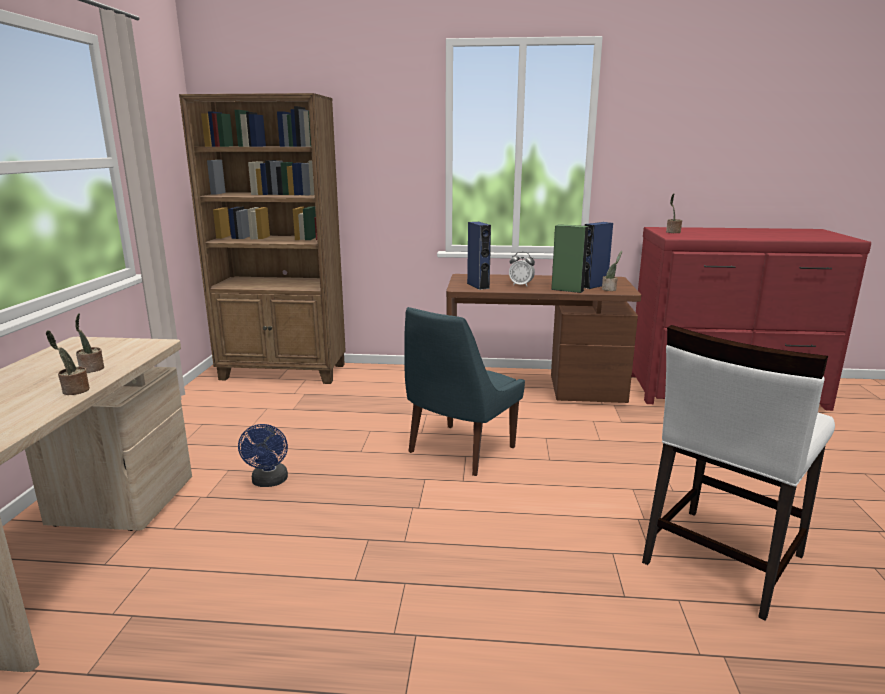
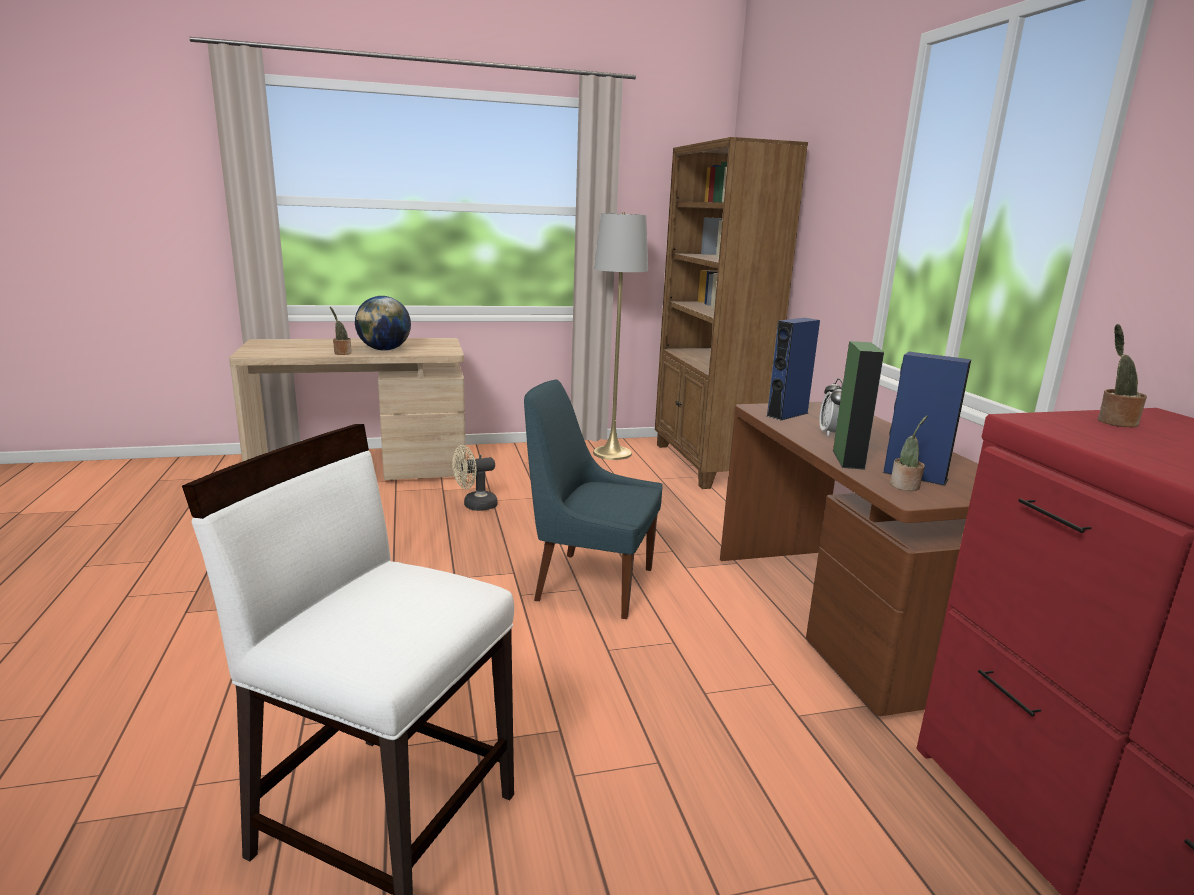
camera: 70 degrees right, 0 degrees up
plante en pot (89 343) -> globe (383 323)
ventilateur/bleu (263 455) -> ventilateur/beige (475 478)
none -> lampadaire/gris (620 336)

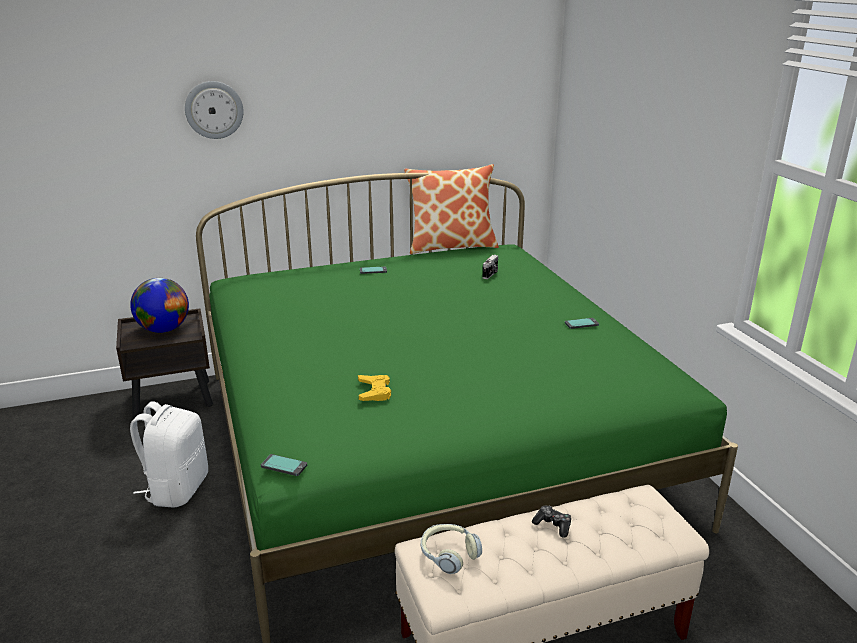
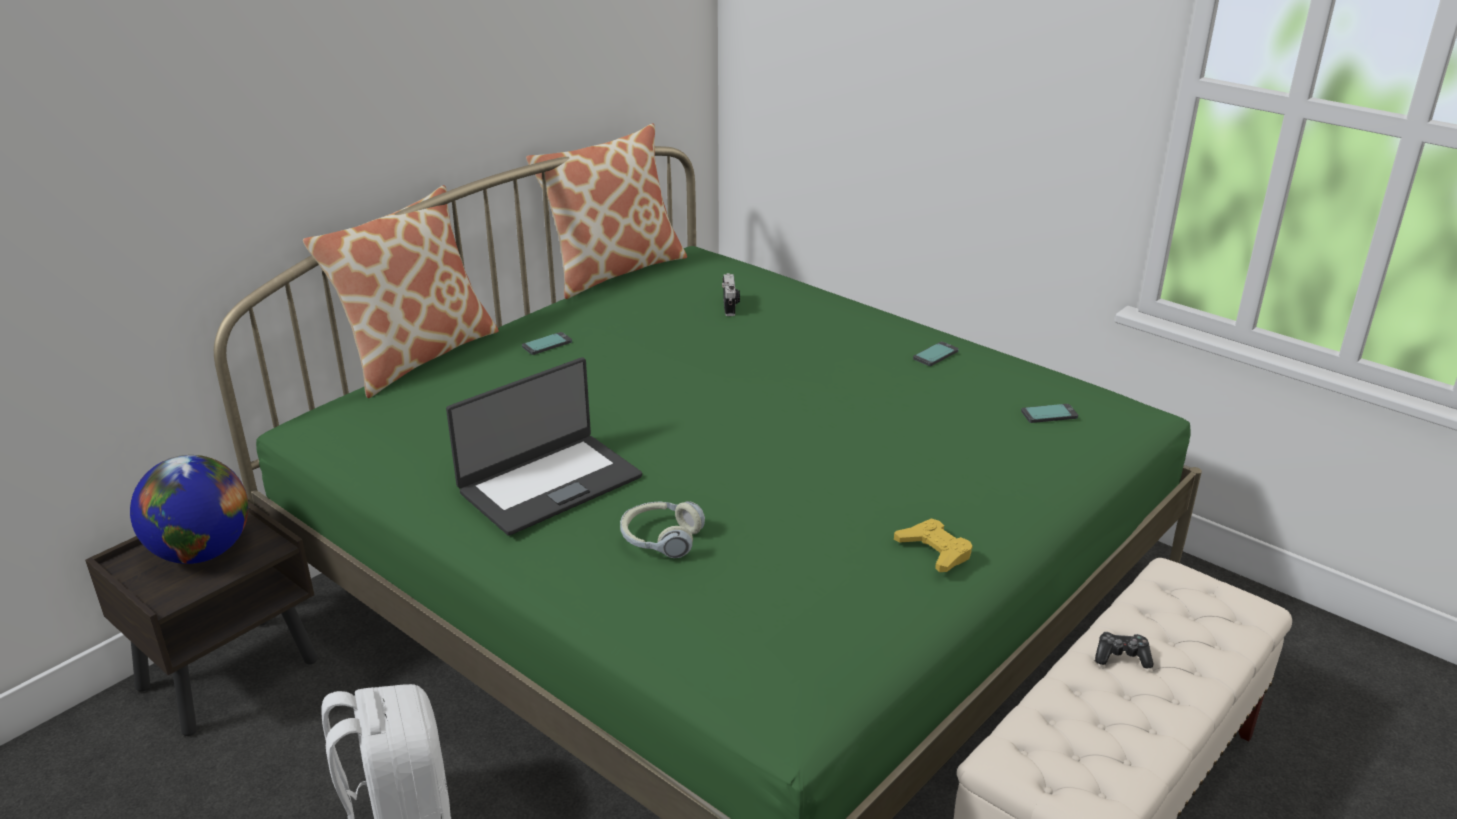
camera: 30 degrees left, 5 degrees up
none -> coussin (401 291)
none -> ordinateur portable (544 447)
casque audio (451 549) -> casque audio (662 529), move
manette/jaune (374 388) -> manette/jaune (933 545), move
téléphone (284 465) -> téléphone (1049 413), move
horloge murale (214 110) -> none

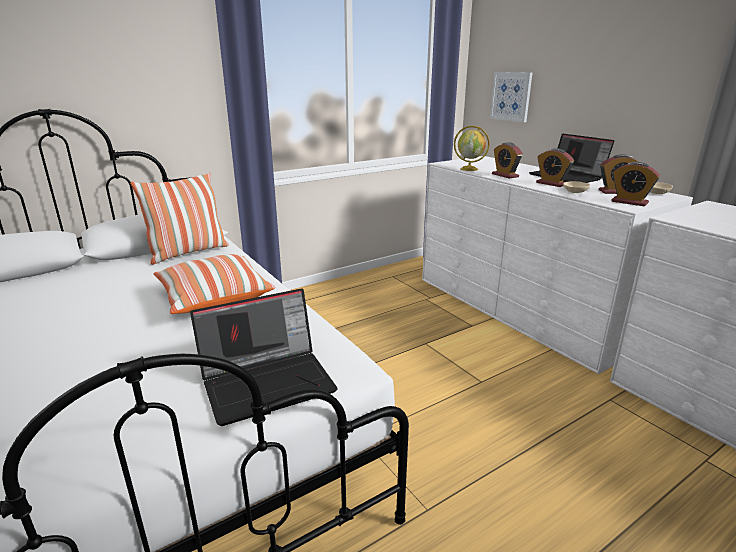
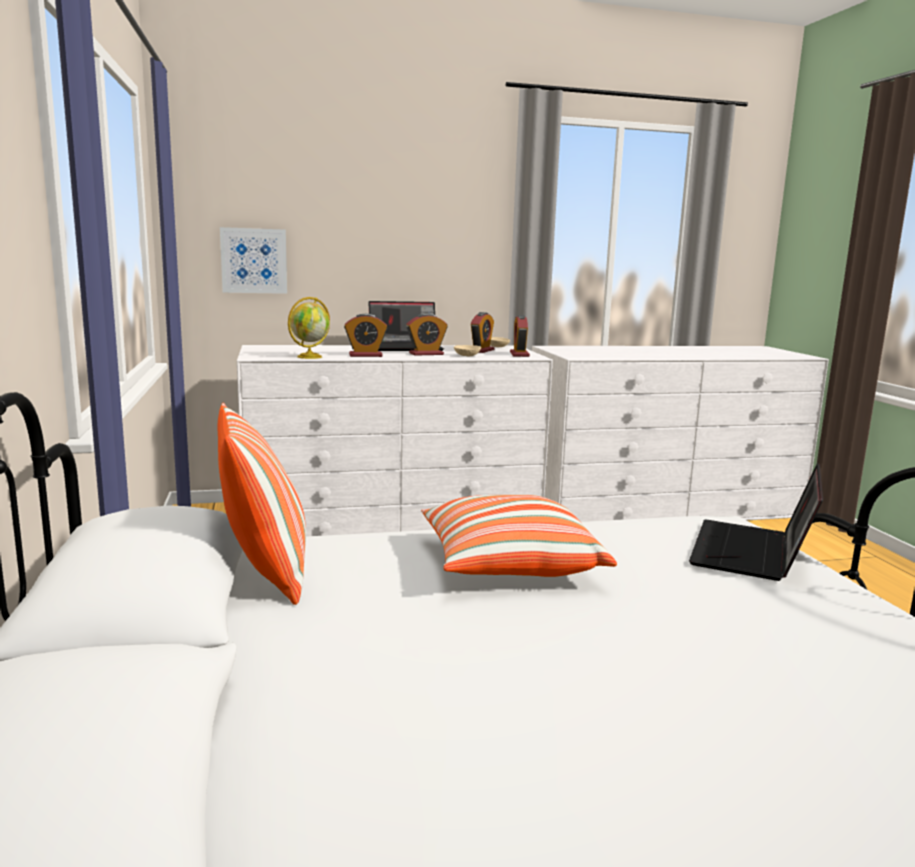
camera: 70 degrees left, 10 degrees down
réveil (635 184) -> réveil (520 336), 120 degrees clockwise
ordinateur portable (264 357) -> ordinateur portable (756 522), 150 degrees counterclockwise

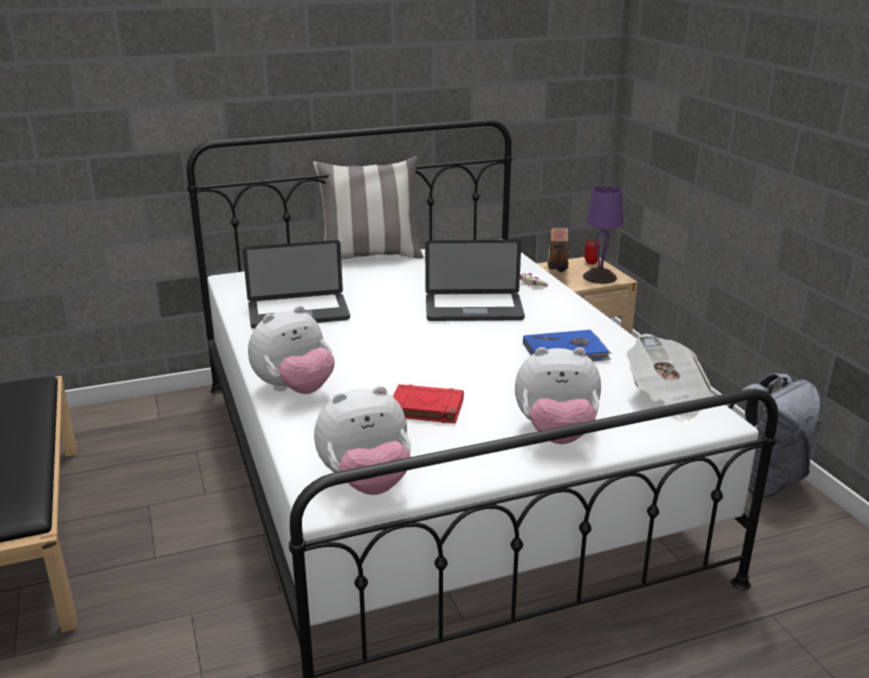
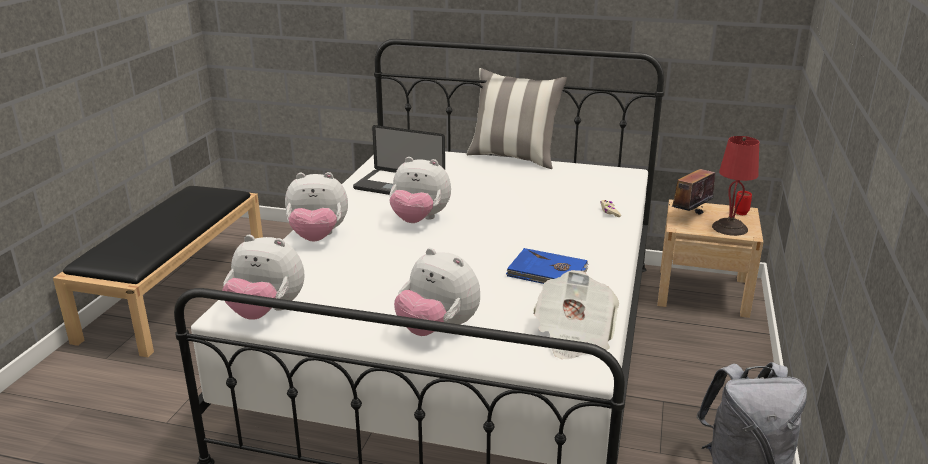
camera: 35 degrees right, 0 degrees up
none -> peluche (420 190)
lampe de table/violet (603 235) -> lampe de table/rouge (735 186)
livre/rouge (428 404) -> none
ordinateur portable (475 280) -> none

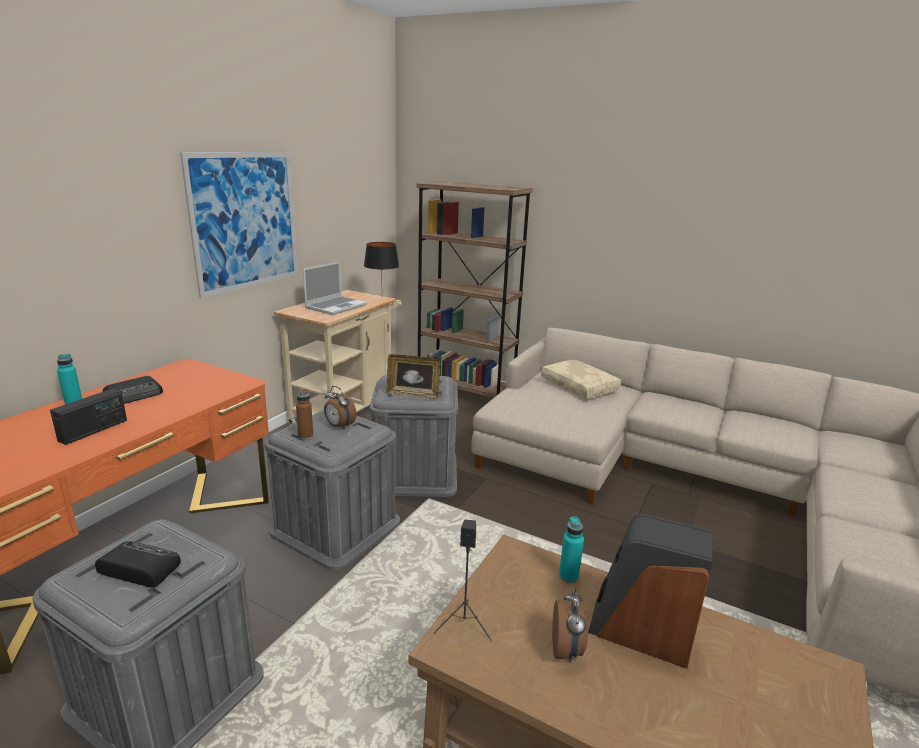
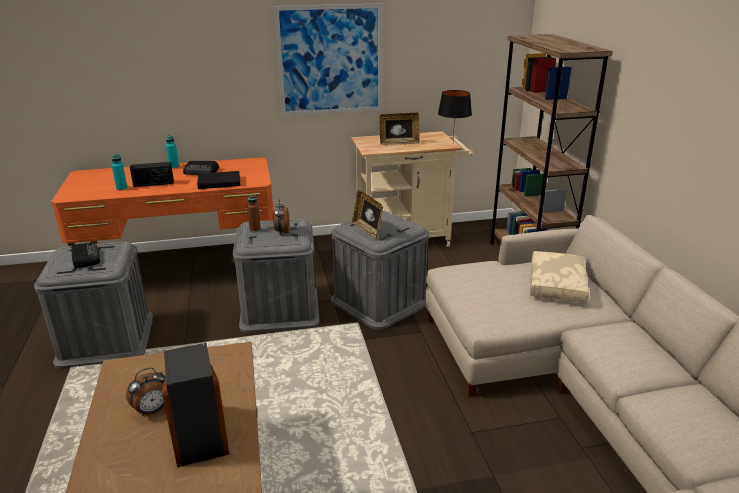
camera: 50 degrees right, 5 degrees up
bouteille/turquoise (571 549) -> bouteille/turquoise (119 172), move
none -> livre/noir (219 180)
ordinateur portable (335 288) -> cadre photo (400 129)
enceinte/noir (463 580) -> none

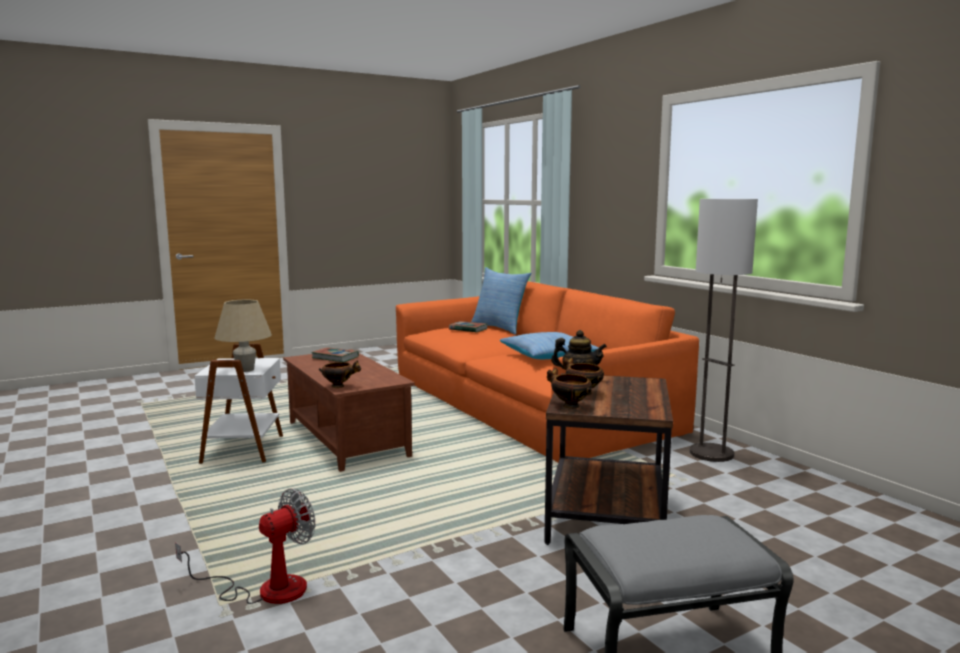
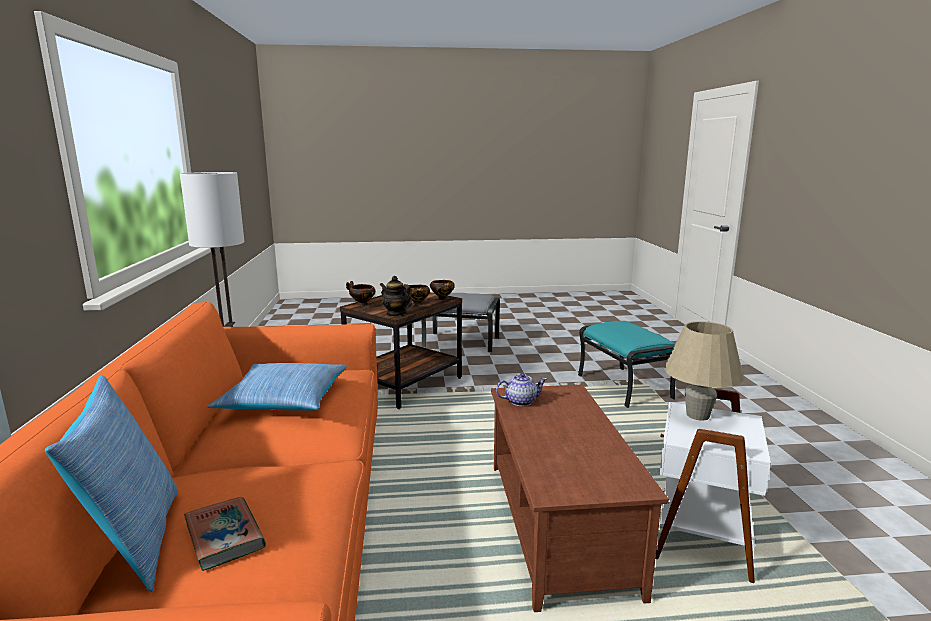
camera: 155 degrees left, 5 degrees up
bol (340 374) -> bol (360 293), move
none -> théière (521 389)
ventilateur (245 546) -> pouf/turquoise (626 364)
livre (335 354) -> none

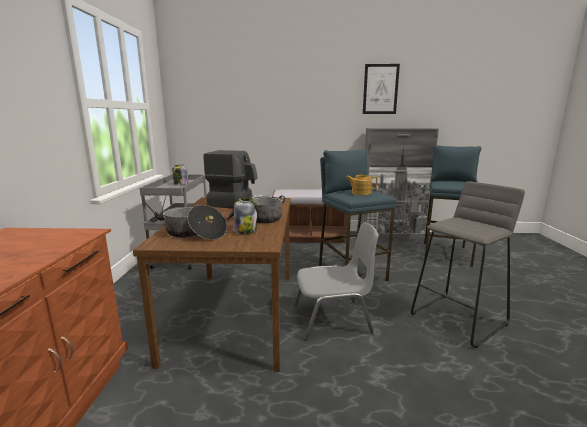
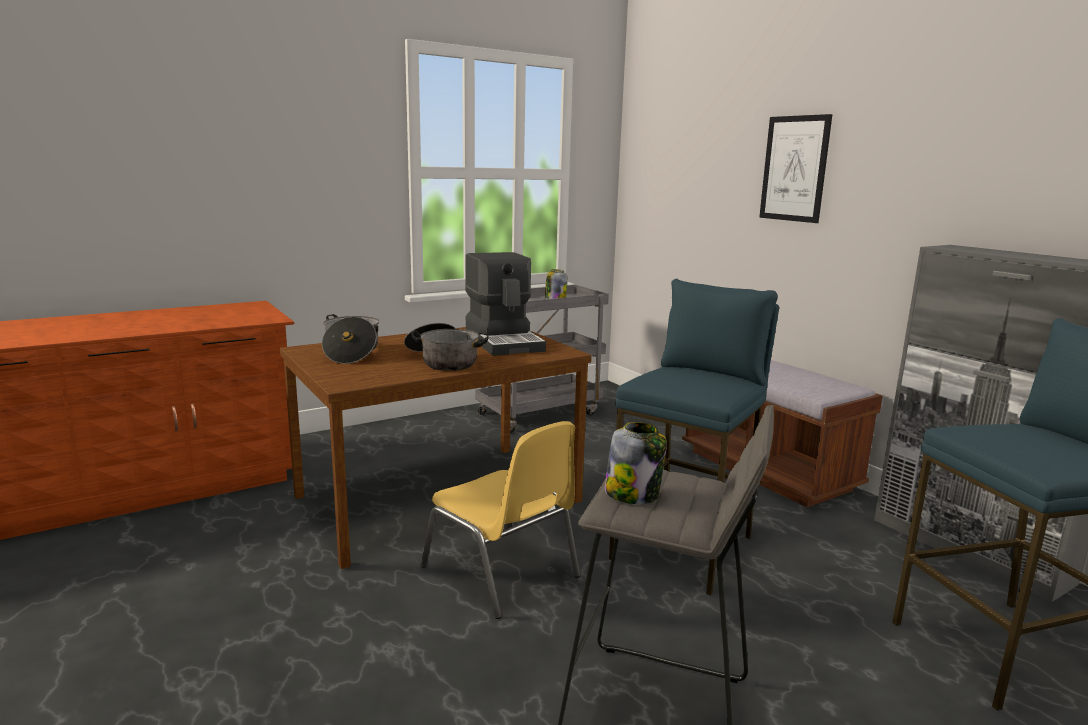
camera: 55 degrees right, 0 degrees up
chaise/gris (336 281) -> chaise/jaune (500 520)
bocal (245 216) -> bocal (636 463), move
tableau (381 89) -> tableau (795 168), move
théière (361 185) -> none

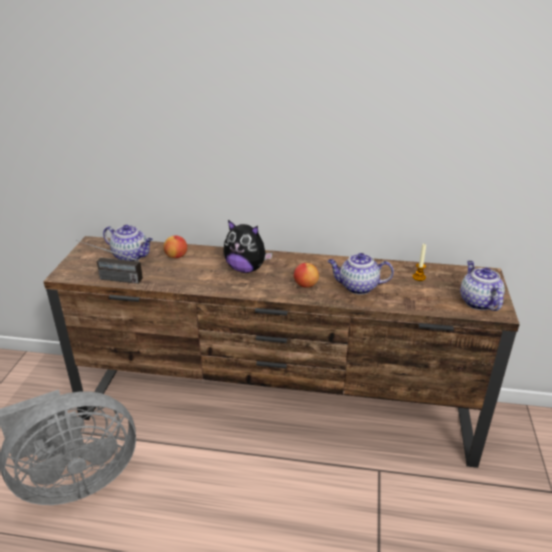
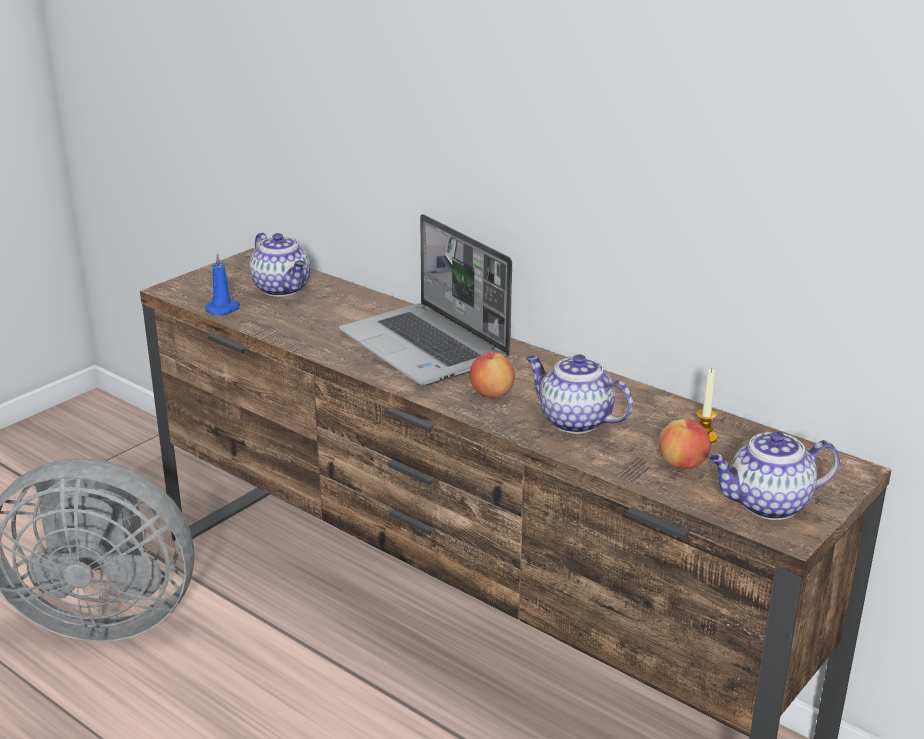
camera: 30 degrees right, 5 degrees down
radio (109 262) -> bougie/bleu (222 284)
peluche (248 246) -> ordinateur portable (425 299)
pomme (175 246) -> pomme (684 444), move
théière (482 286) -> théière (774 475), 120 degrees counterclockwise

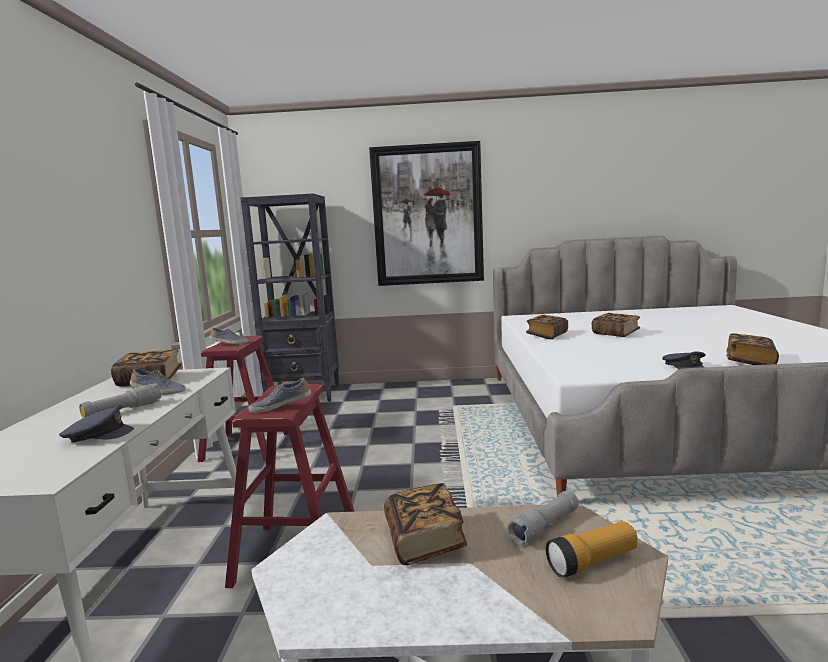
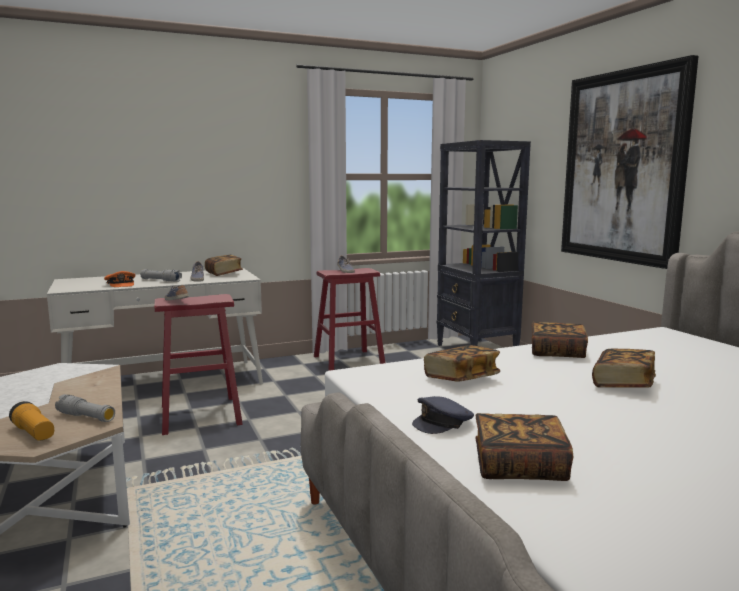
camera: 65 degrees right, 0 degrees up
casquette/gris (96 423) -> casquette/orange (119 279)
livre (425 524) -> livre (462 363), move

